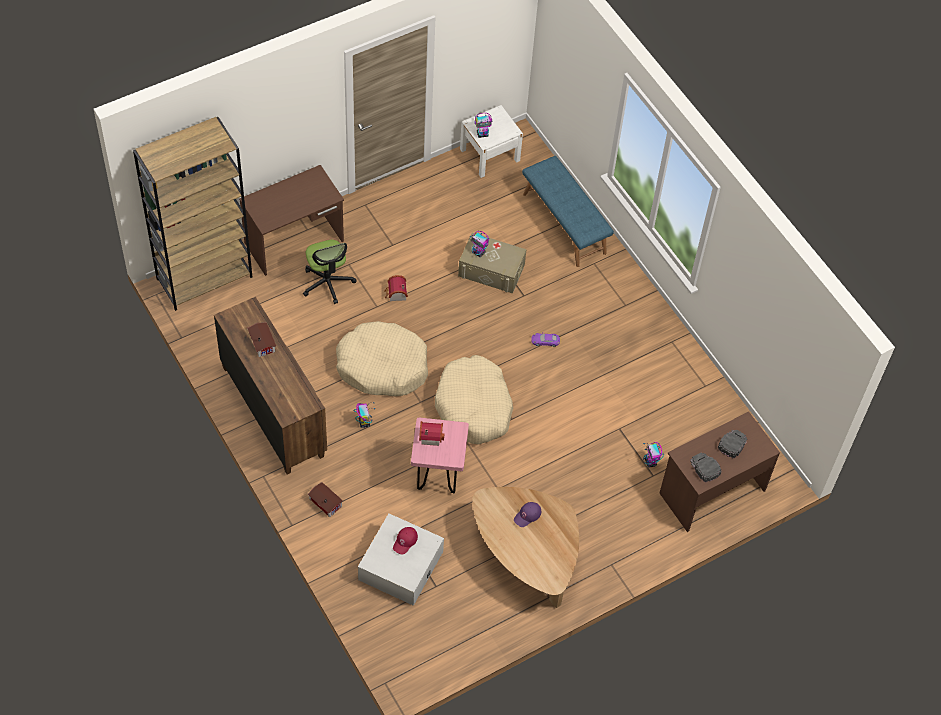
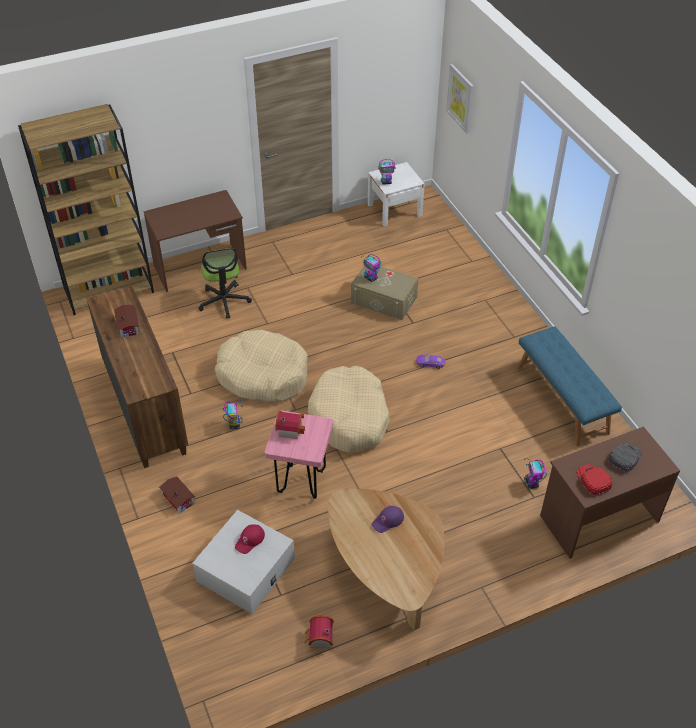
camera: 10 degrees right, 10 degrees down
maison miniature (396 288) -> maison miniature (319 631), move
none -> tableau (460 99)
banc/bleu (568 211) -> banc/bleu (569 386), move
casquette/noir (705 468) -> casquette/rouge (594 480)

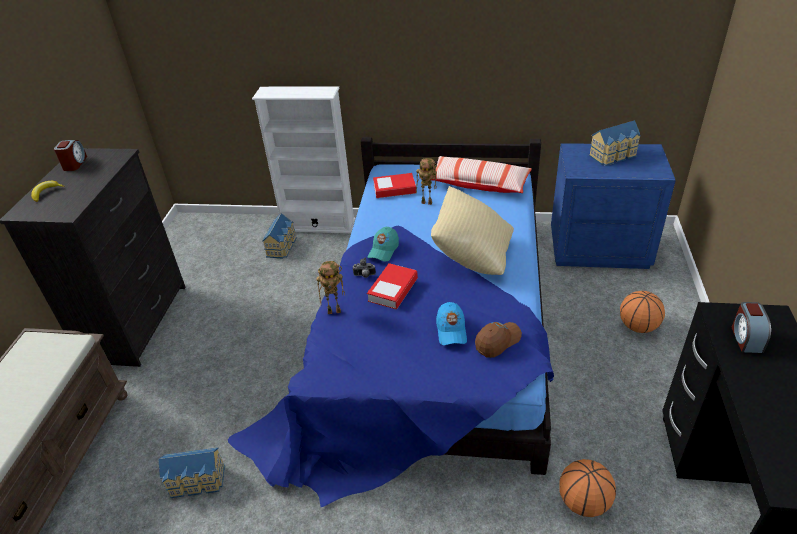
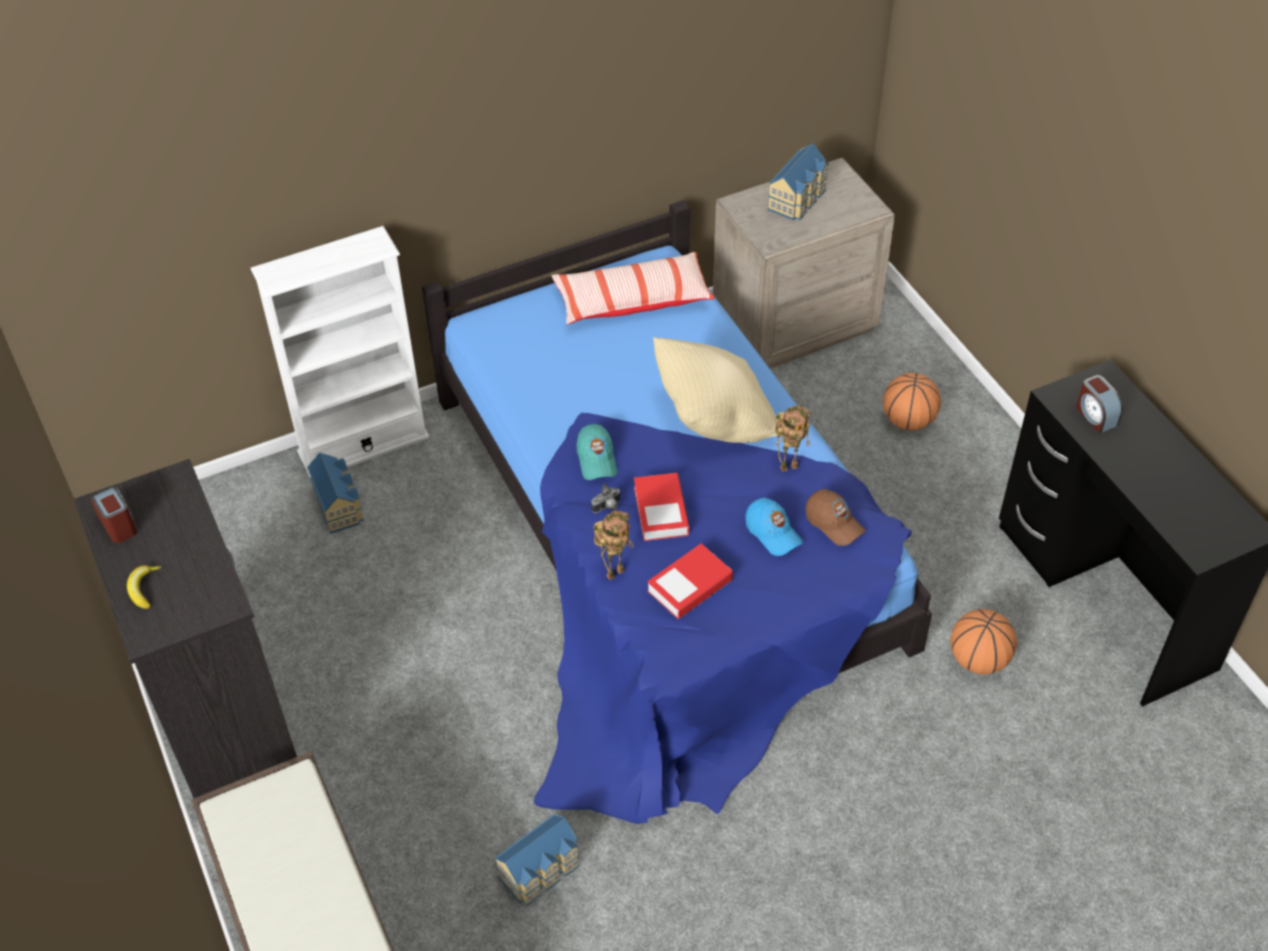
camera: 35 degrees left, 10 degrees up
livre (394 185) -> livre (690 581), move
table de chevet/bleu (613 206) -> table de chevet/beige (804 262)
robot jouet (426 181) -> robot jouet (793 438), move
casquette/marron (498 340) -> casquette/marron (835 517), 120 degrees clockwise

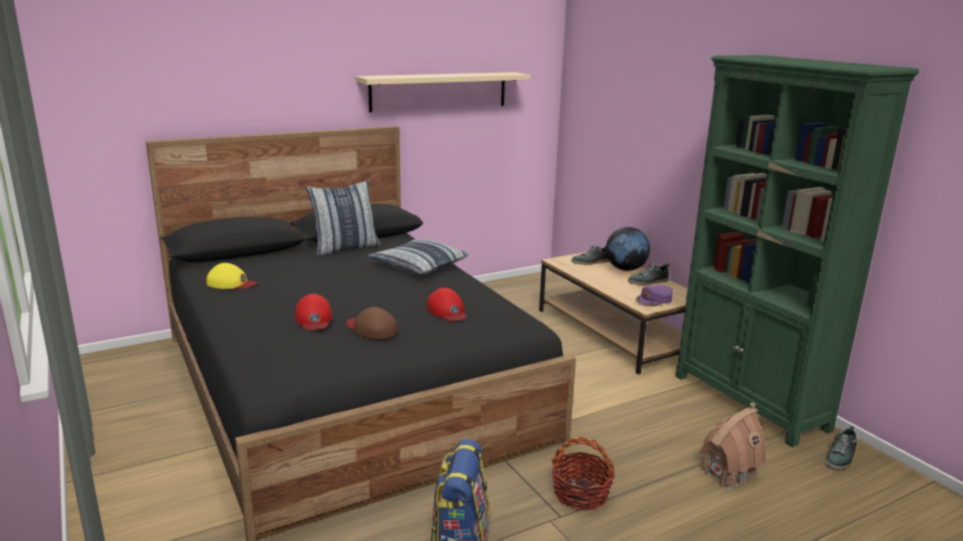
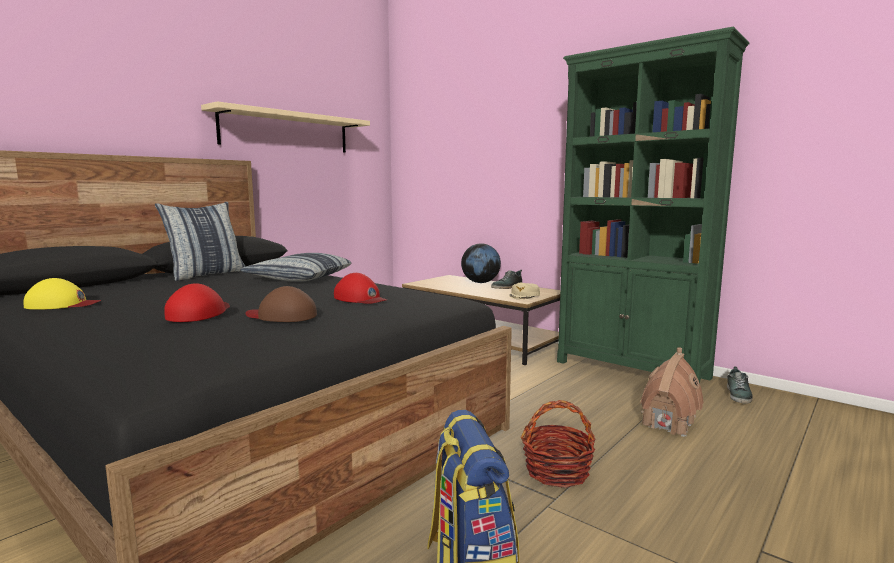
camera: 20 degrees left, 10 degrees down
casquette/rouge (313 312) -> casquette/rouge (197 302), 135 degrees counterclockwise
casquette/violet (654 296) -> casquette/beige (524 291)
chaussure (590 255) -> none

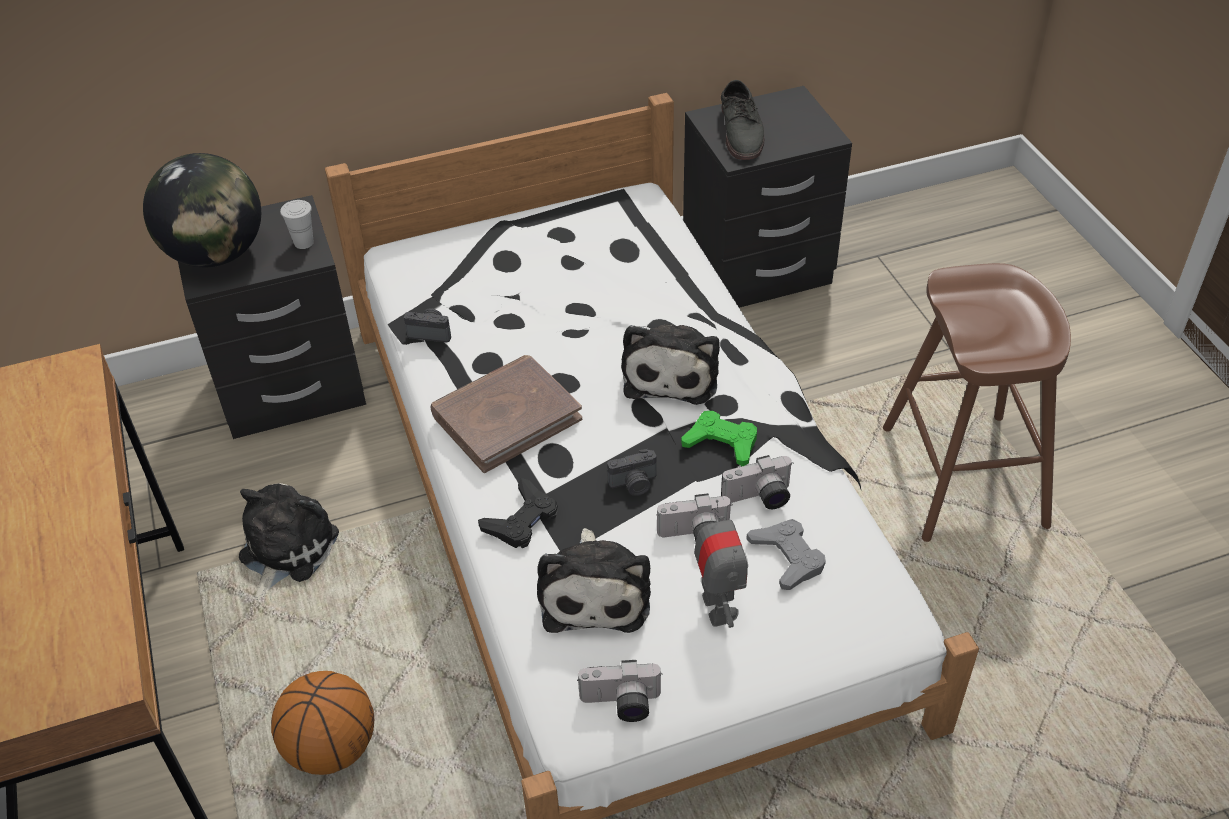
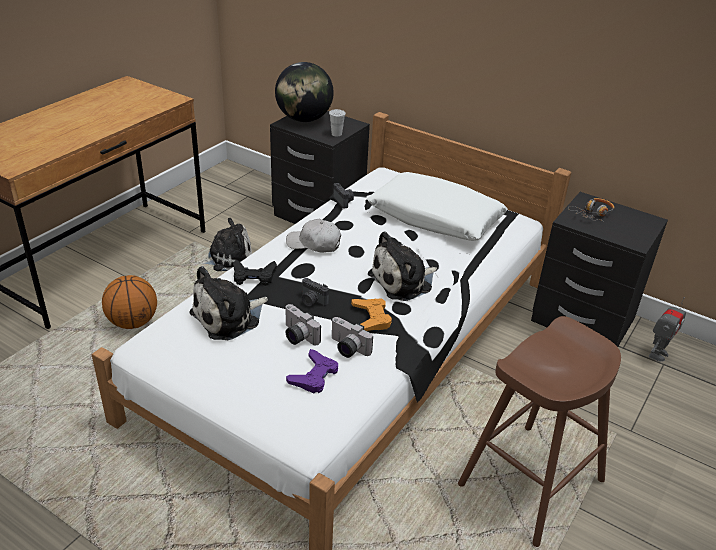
camera: 50 degrees right, 10 degrees down
livre/marron (506 414) -> casquette/blanc (313 236)
manette/gris (786 554) -> manette/violet (312 371)
manette/vert (719 438) -> manette/orange (371 314)
none -> coussin/blanc (437 206)
chaussure/gris (742 120) -> casque audio (591 210)
robot jouet (721 564) -> robot jouet (667 329), move
appareil photo (620 691) -> none

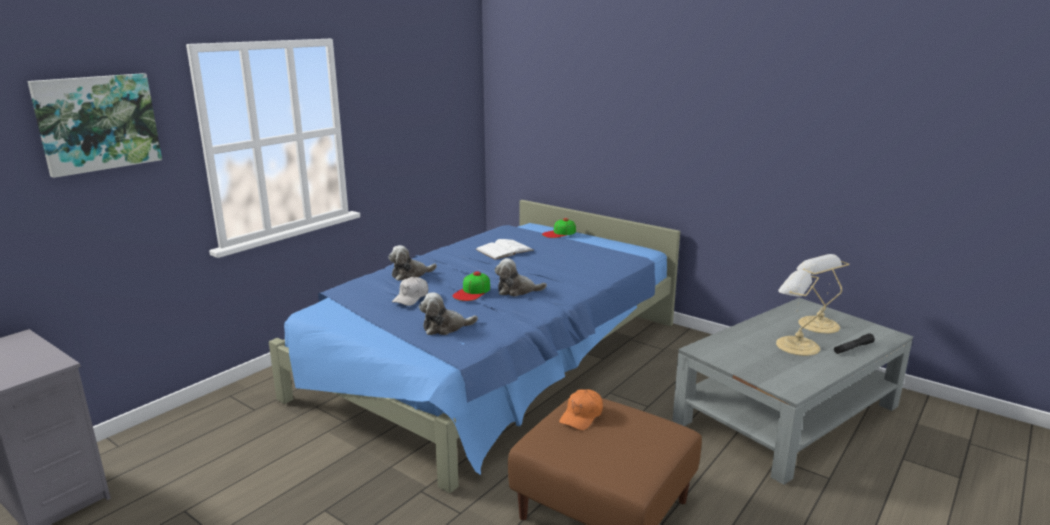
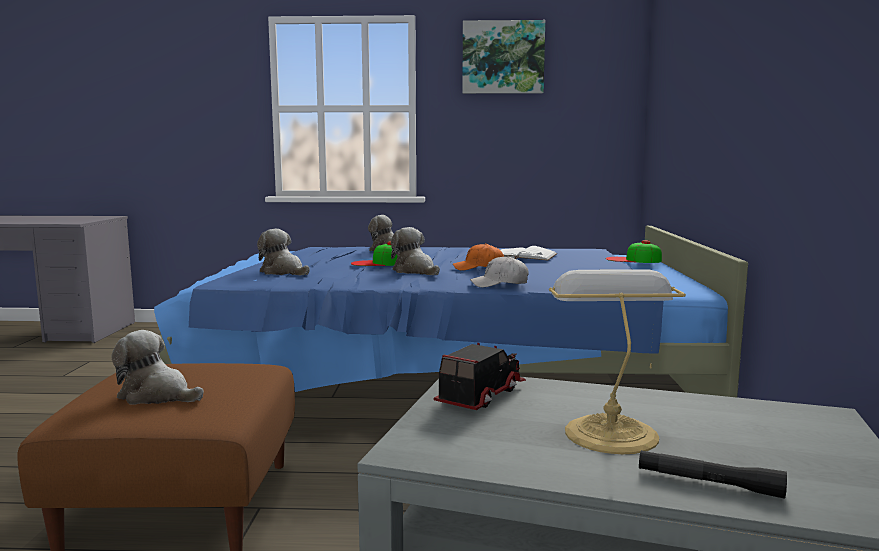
camera: 55 degrees right, 10 degrees down
none -> peluche (157 367)
none -> camion jouet (480 376)
casquette/orange (581 409) -> casquette/orange (478 257), move
tableau (94 125) -> tableau (503 57), move
casquette/blanc (410 291) -> casquette/blanc (499 271), move
lampe de table (823 293) -> none

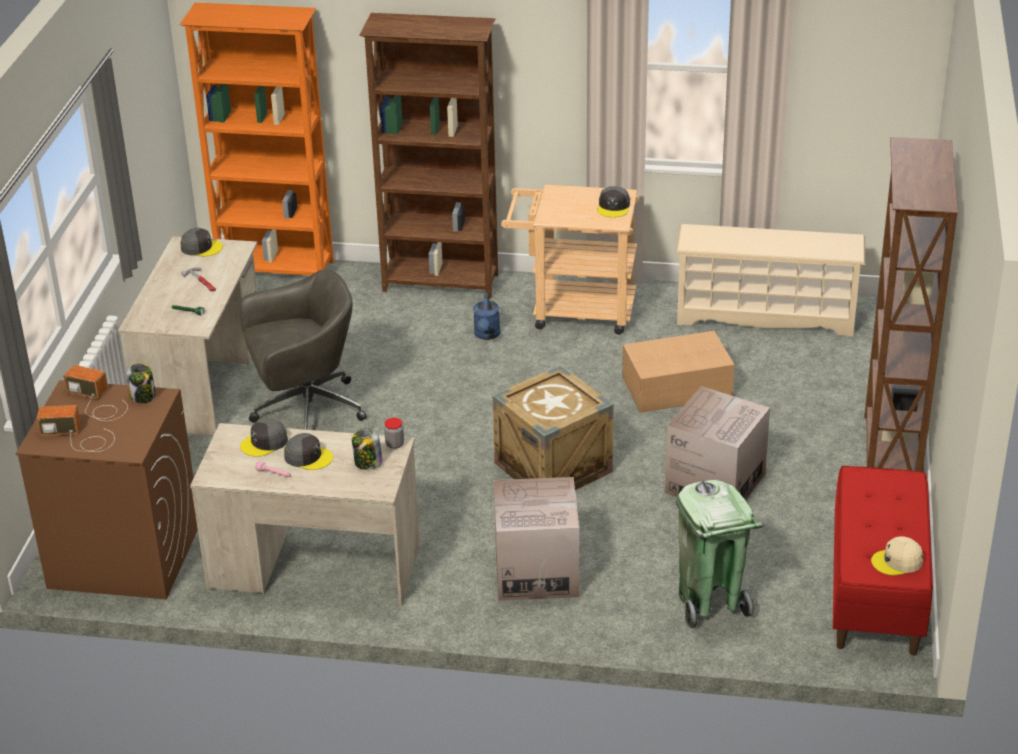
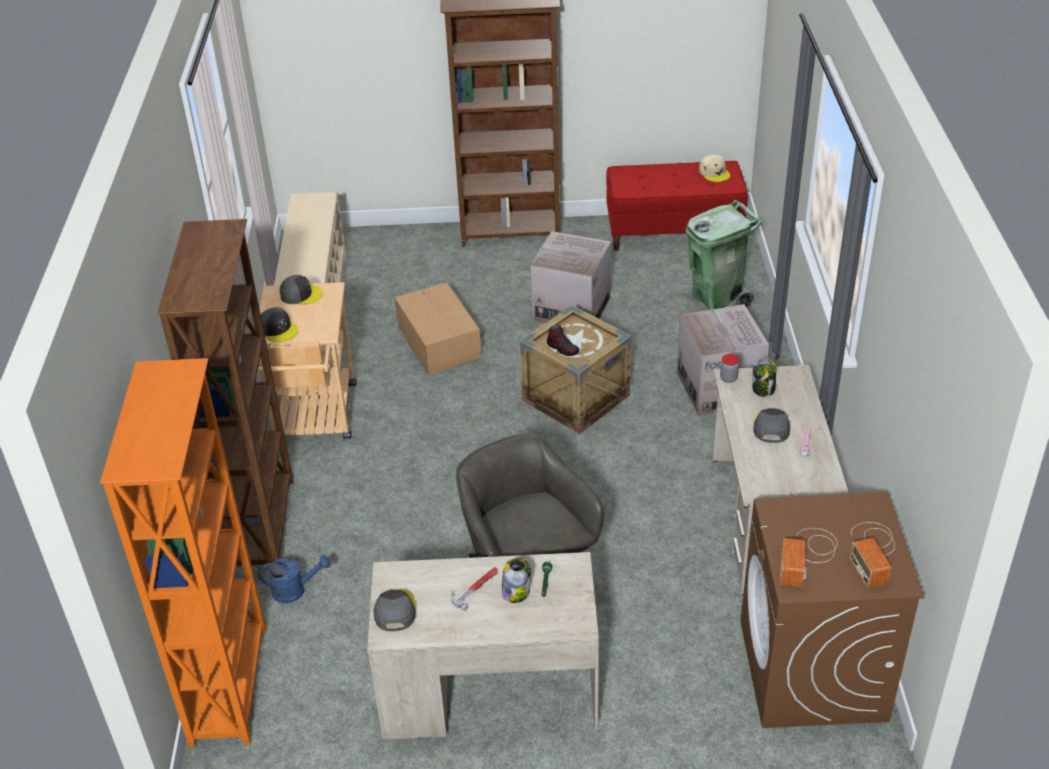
camera: 100 degrees left, 5 degrees up
arrosoir/bleu (487 316) -> arrosoir/bleu (295 579), move
casquette/gris (264 437) -> casquette/gris (279 324), move
bocal (141 383) -> bocal (516 580), move
none -> chaussure (563 340)

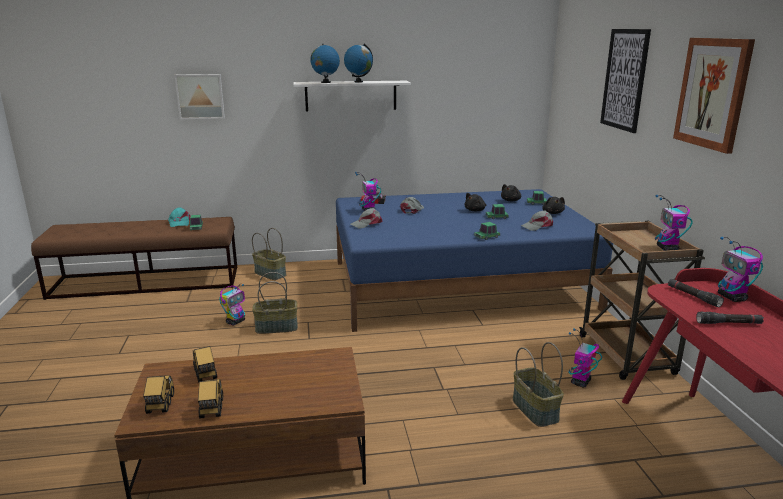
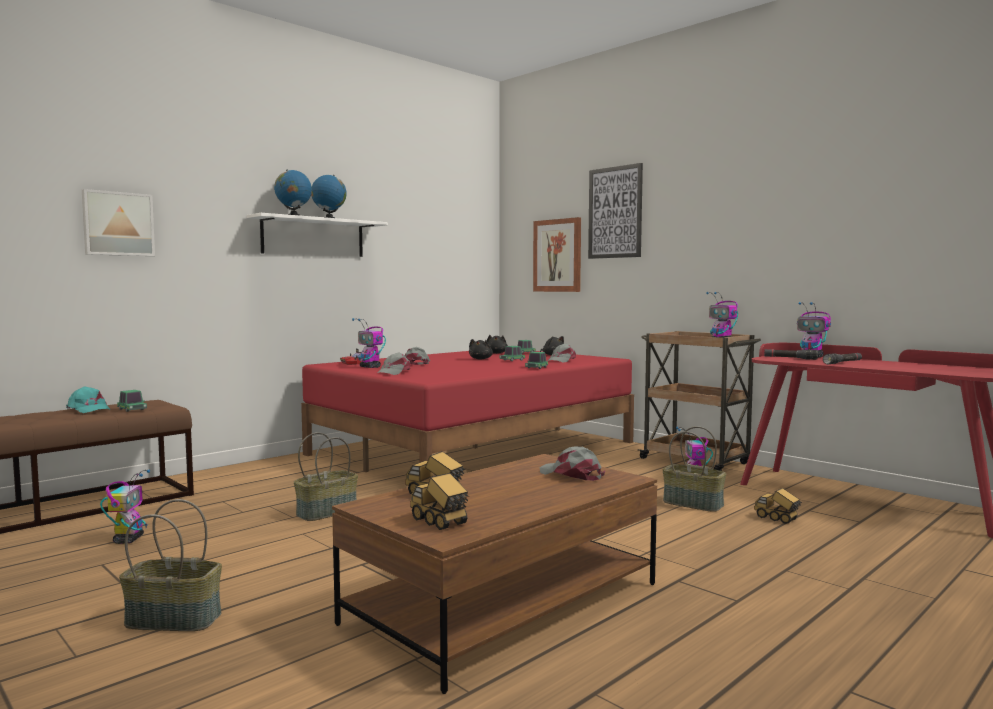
camera: 35 degrees left, 15 degrees down
robot jouet (232 304) -> robot jouet (125 507), move
panier (269 254) -> panier (170 565), move
lit/bleu (474 260) -> lit/rouge (467 411)
tableau (714 96) -> tableau (557 254), move
none -> casquette/gris (572 463)
camion jouet (210 399) -> camion jouet (778 506), move

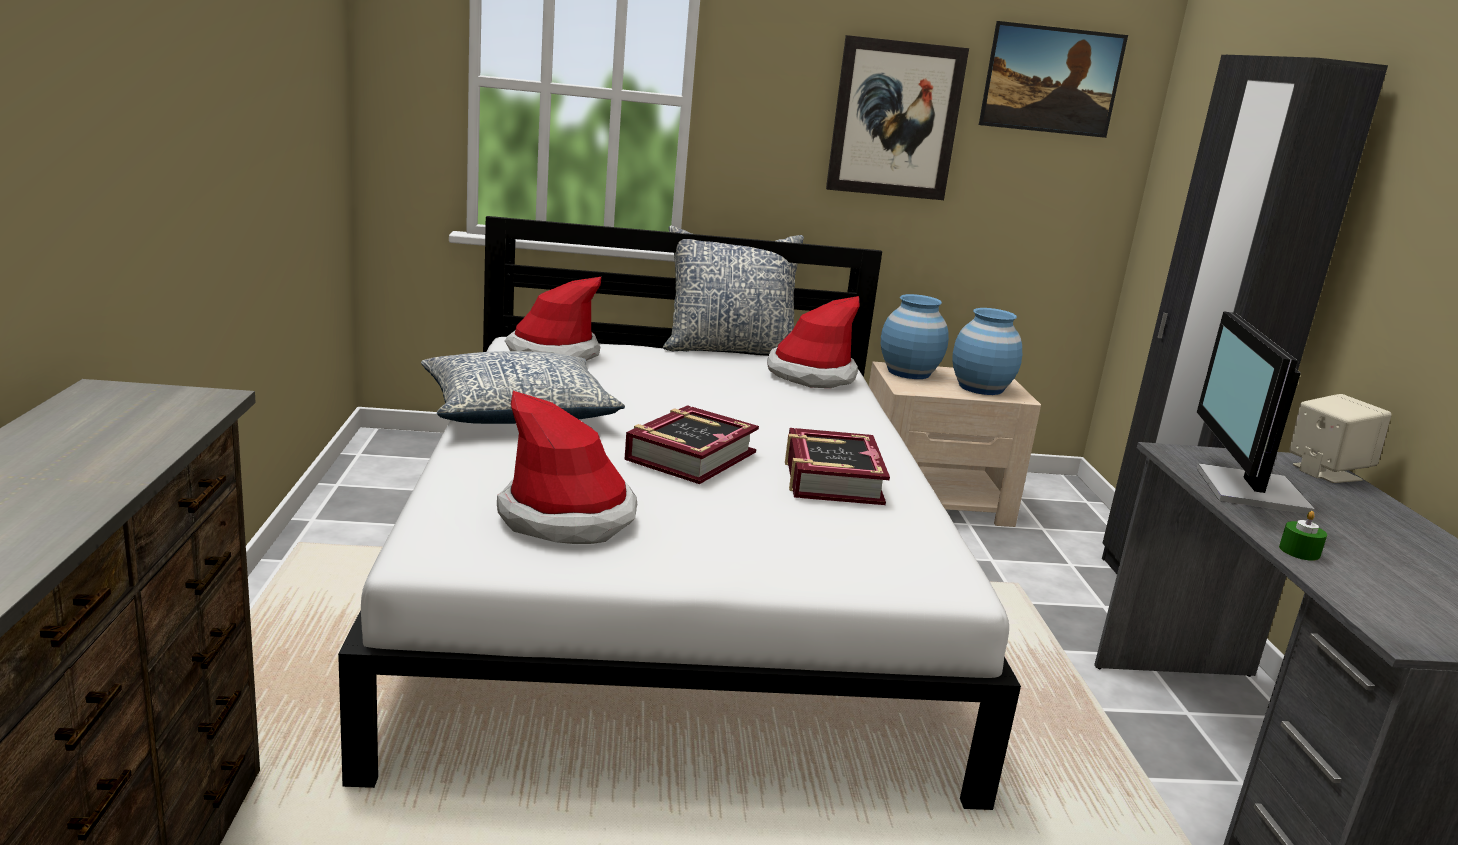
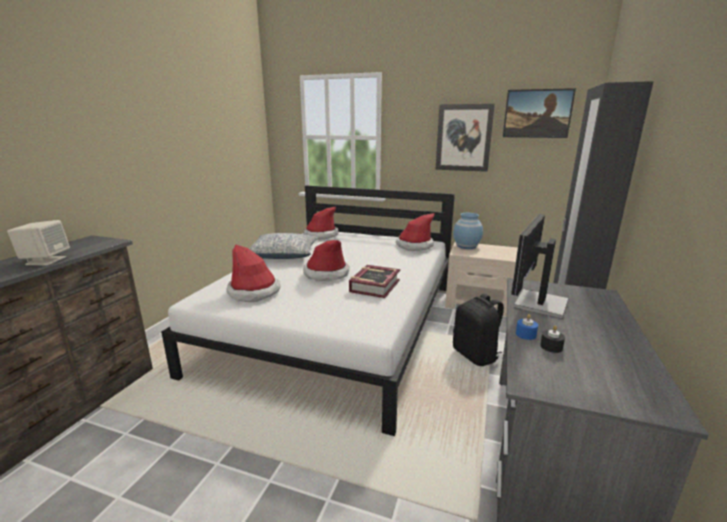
camera: 25 degrees right, 0 degrees up
enceinte/beige (1340 438) -> enceinte/beige (38 242), move
livre (691 444) -> chapeau (326 260)
none -> sac à dos/noir (478 330)
bougie/vert (1303 536) -> bougie/bleu (527 327)
none -> bougie/noir (552 339)
coussin (733 290) -> none
vase/bleu (987 351) -> none

